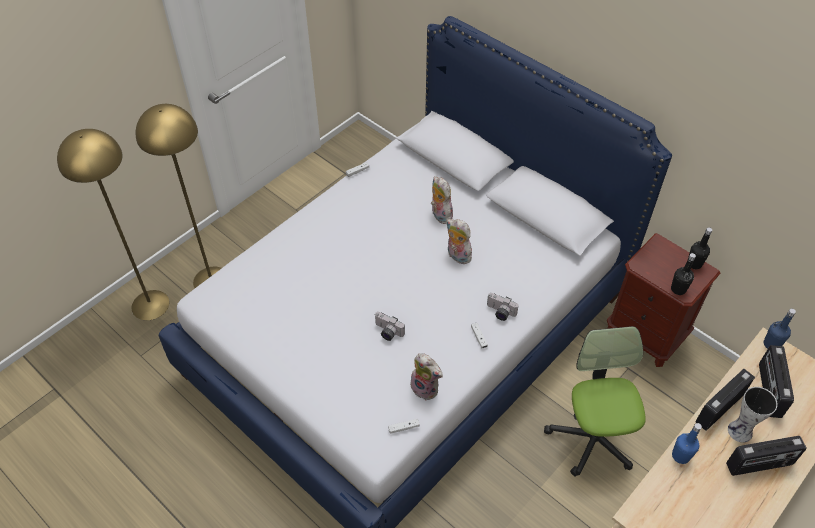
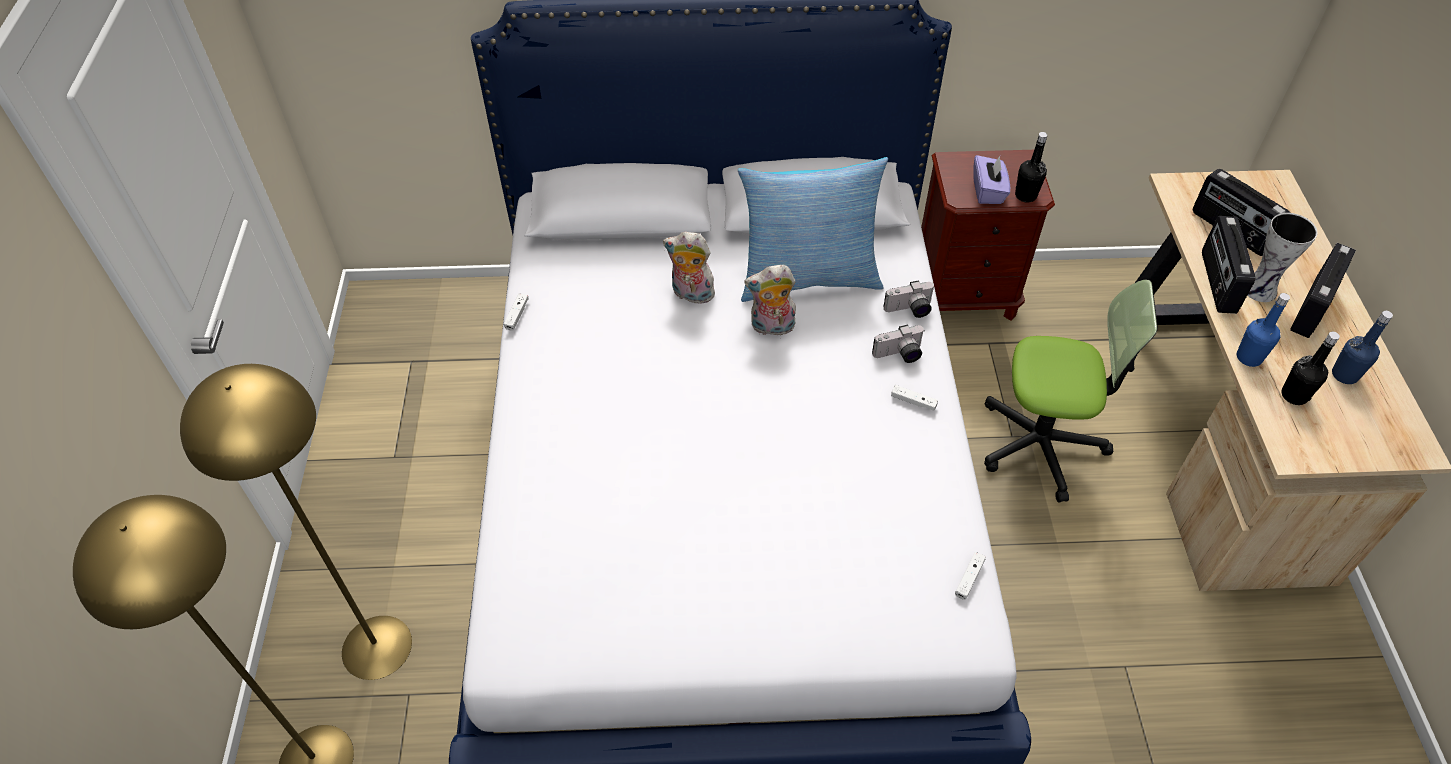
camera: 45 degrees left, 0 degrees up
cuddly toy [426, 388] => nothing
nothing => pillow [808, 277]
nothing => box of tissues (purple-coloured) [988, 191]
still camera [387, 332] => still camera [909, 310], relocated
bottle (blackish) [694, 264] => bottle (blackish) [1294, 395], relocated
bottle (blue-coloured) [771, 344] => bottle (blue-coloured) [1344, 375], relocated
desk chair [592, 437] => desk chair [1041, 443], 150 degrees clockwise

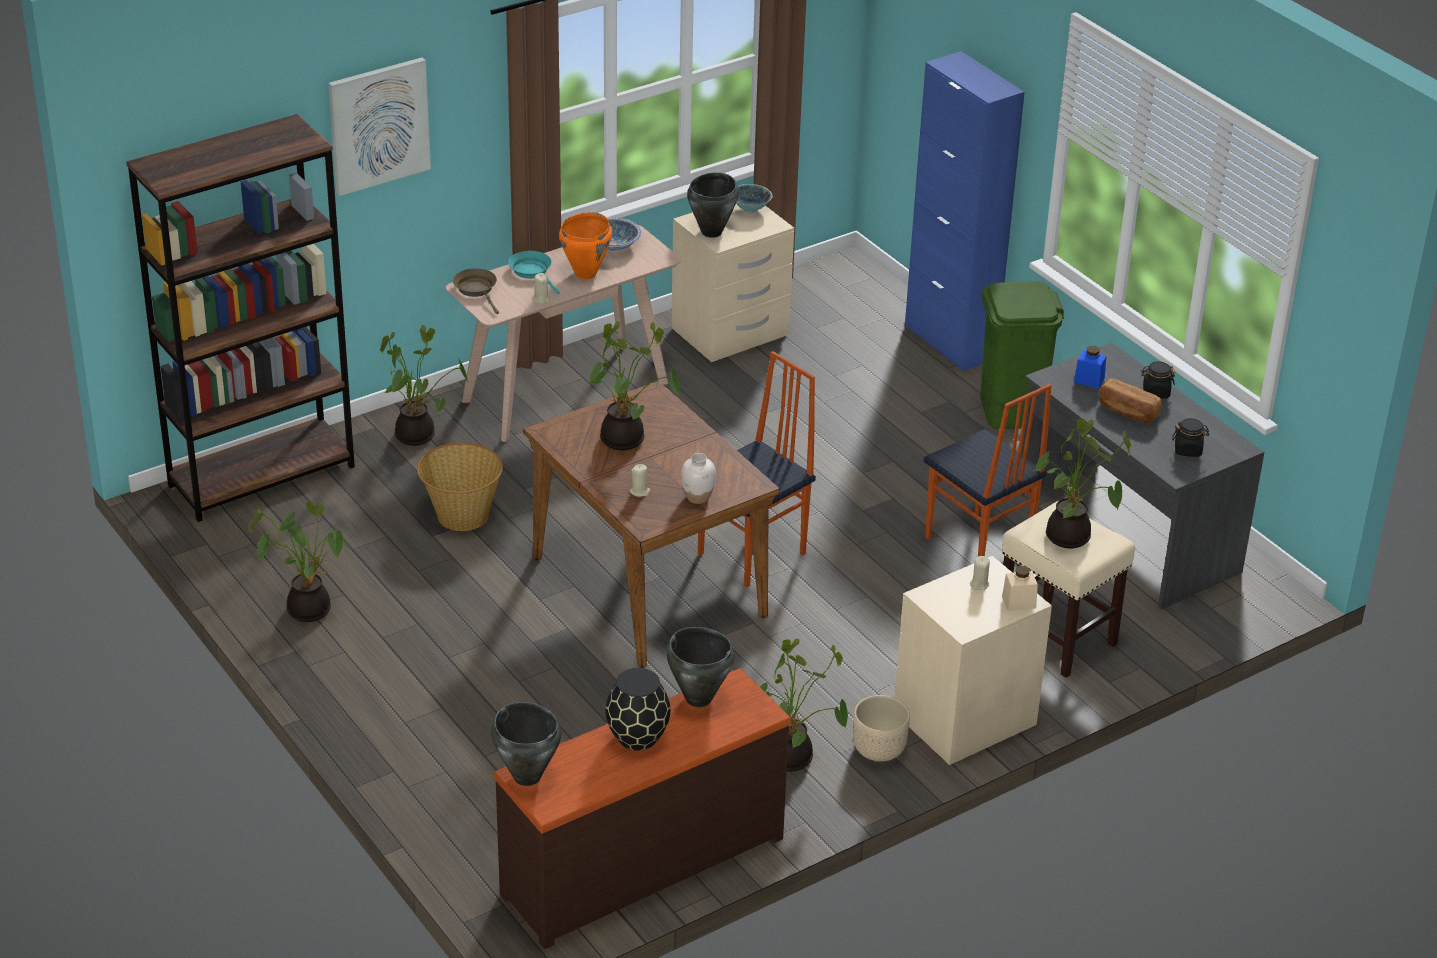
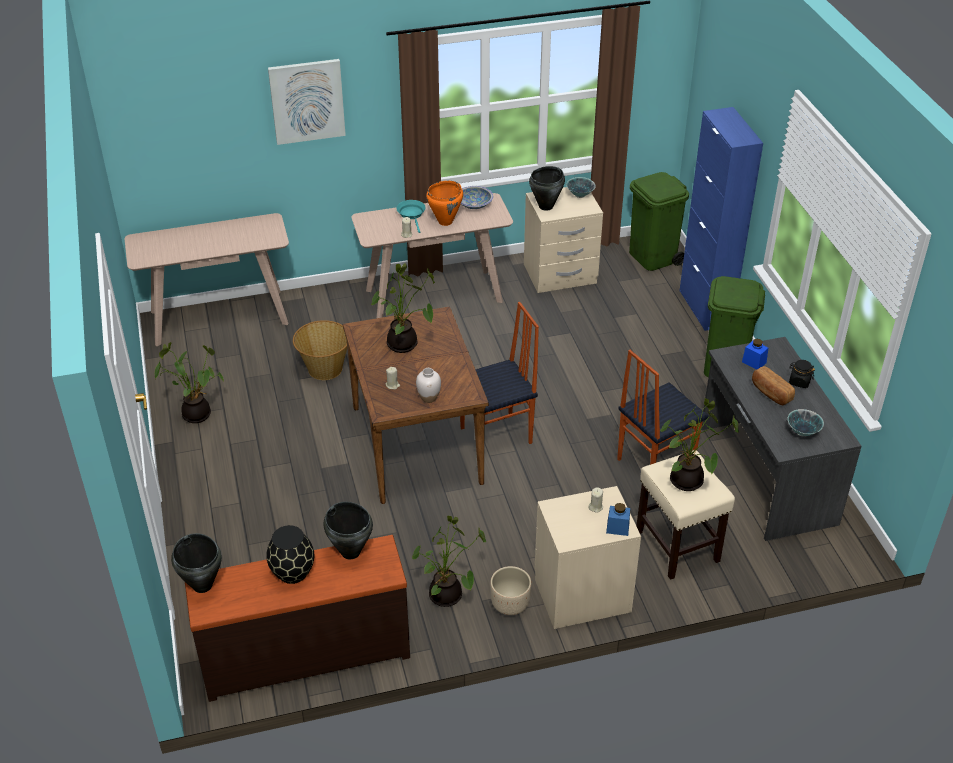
camera: 20 degrees right, 5 degrees up
plant in a pot [418, 435] => nothing
frying pan (brown) [477, 290] => nothing
nothing => rubbish bin (greenish) [653, 257]
bookcase (brown) [262, 476] => console table (beige-coloured) [219, 317]
preserve jar (blackish) [1188, 450] => bowl [802, 432]
preserve jar (beige-coloured) [1019, 602] => preserve jar (blue-coloured) [617, 528]
chair [977, 545] => chair [654, 462], 75 degrees clockwise

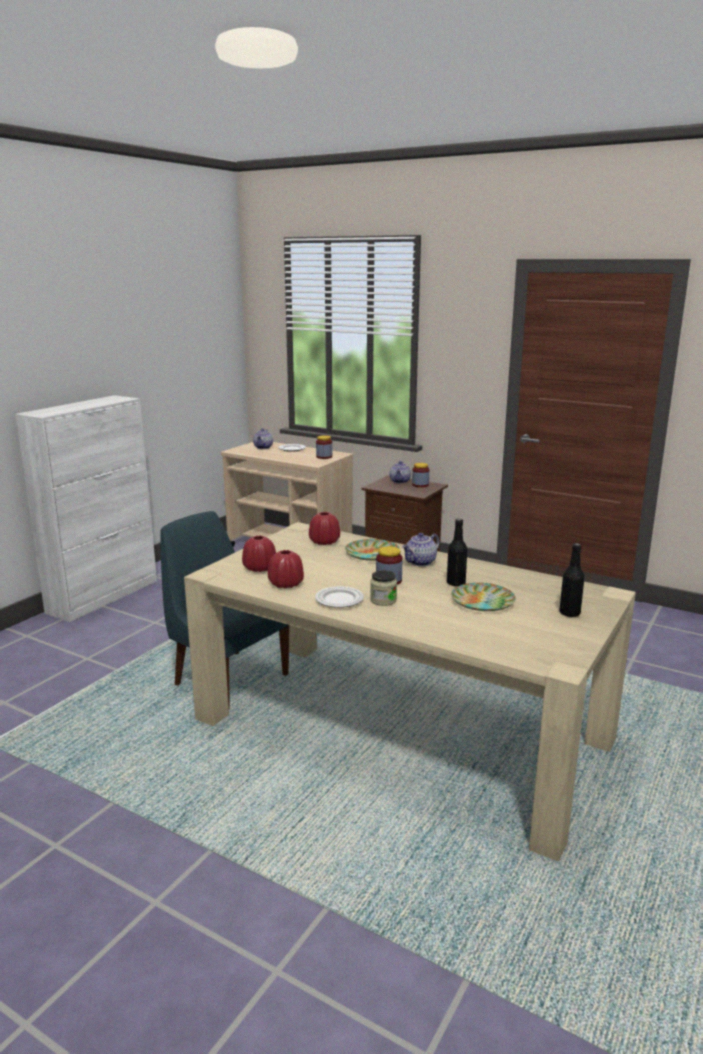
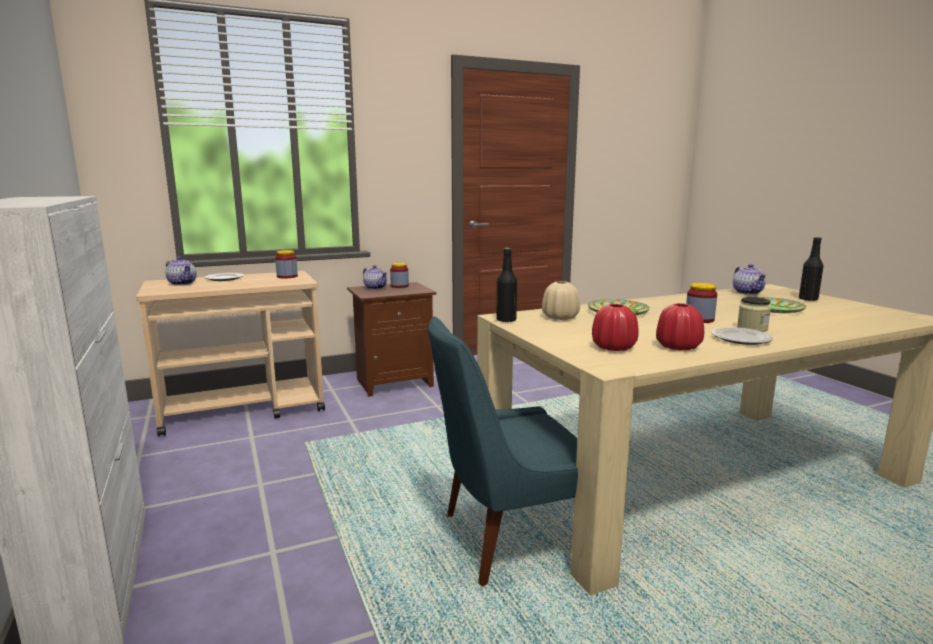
camera: 55 degrees left, 5 degrees down
tea pot [420, 562] => tea pot [748, 293], relocated
bottle (blackish) [456, 583] => bottle (blackish) [506, 320], relocated
decorative vase (reddish) [324, 542] => decorative vase (beige-coloured) [560, 317]

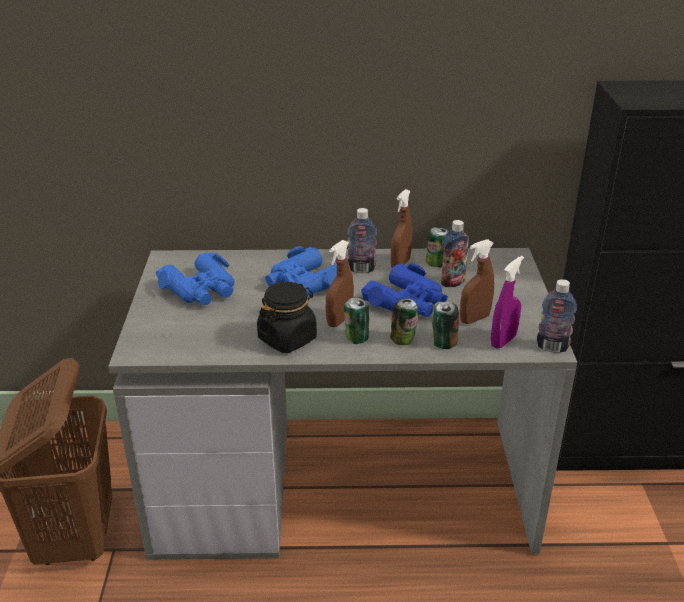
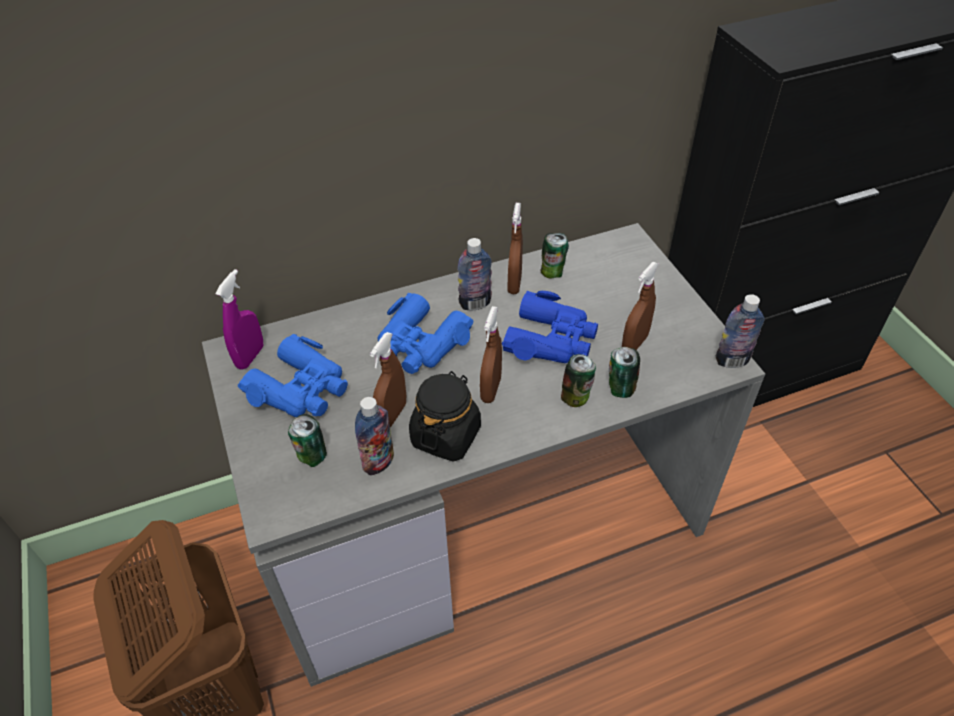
camera: 20 degrees left, 15 degrees up
nothing => spray bottle (brown) [392, 415]
sealed can [356, 338] => sealed can [312, 457], relocated
bottle [452, 282] => bottle [378, 462], relocated
spray bottle (purple-coloured) [503, 341] => spray bottle (purple-coloured) [250, 356], relocated

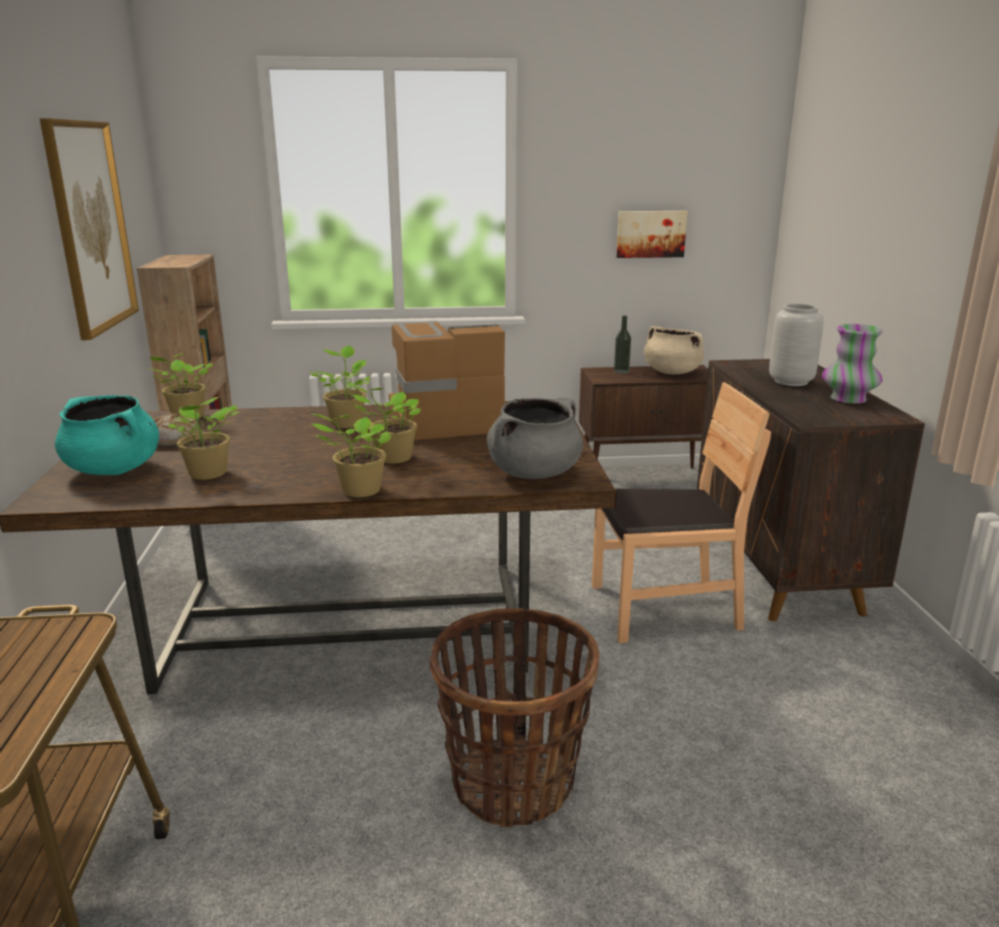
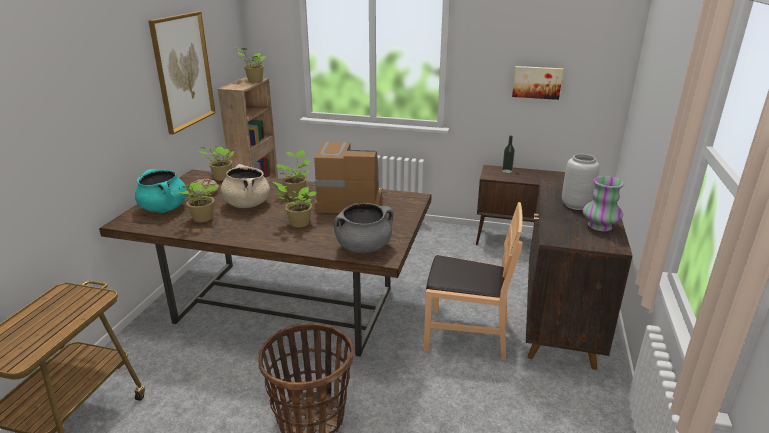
camera: 20 degrees right, 5 degrees up
plant in a pot [358, 491] => plant in a pot [254, 80], relocated
cooking pot (beige-coloured) [671, 372] => cooking pot (beige-coloured) [247, 204], relocated

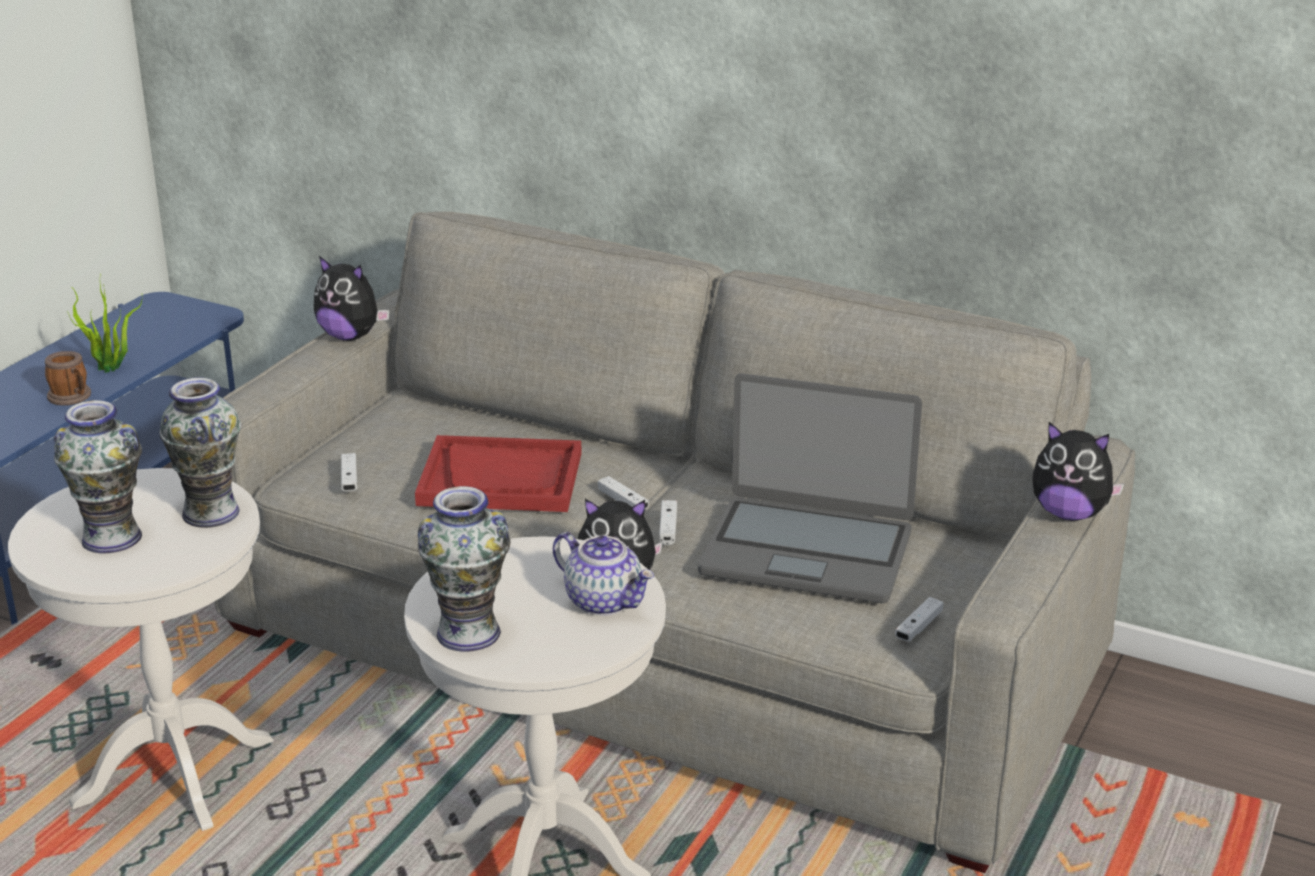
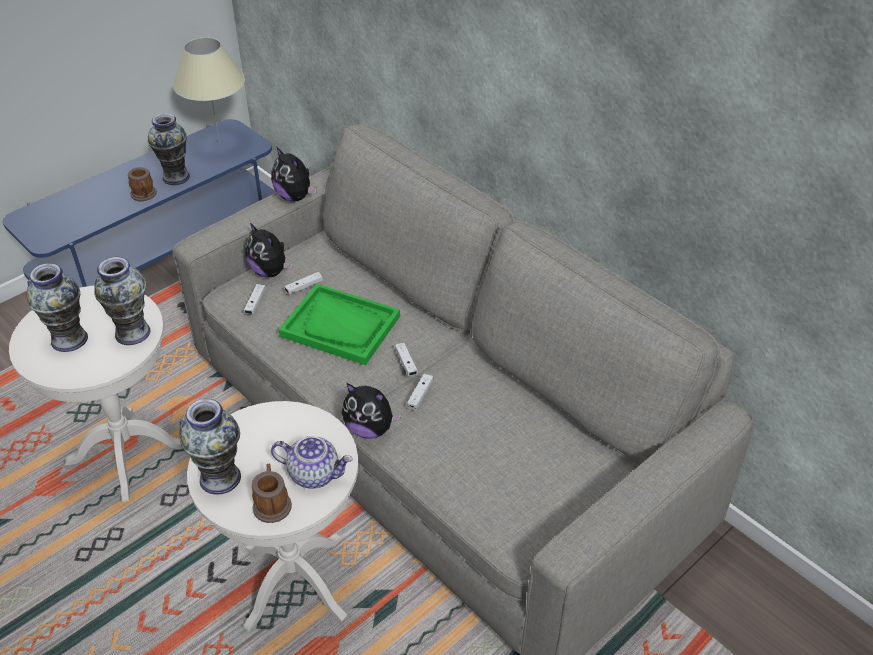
camera: 20 degrees right, 15 degrees up
portable computer [807, 551] => nothing
nothing => lamp for a table (beige-coloured) [219, 144]
nothing => tea mug [272, 503]
gamepad (white) [918, 627] => gamepad (white) [304, 287], relocated
cuddly toy [1070, 513] => cuddly toy [270, 271], relocated
plant in a pot [111, 369] => decorative vase [176, 177]
tray (reddish) [501, 478] => tray (greenish) [341, 326]
tea pot [604, 601] => tea pot [315, 474], 45 degrees counterclockwise

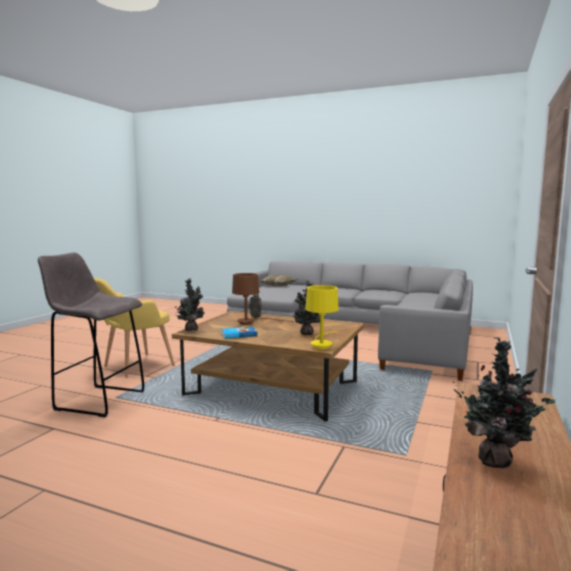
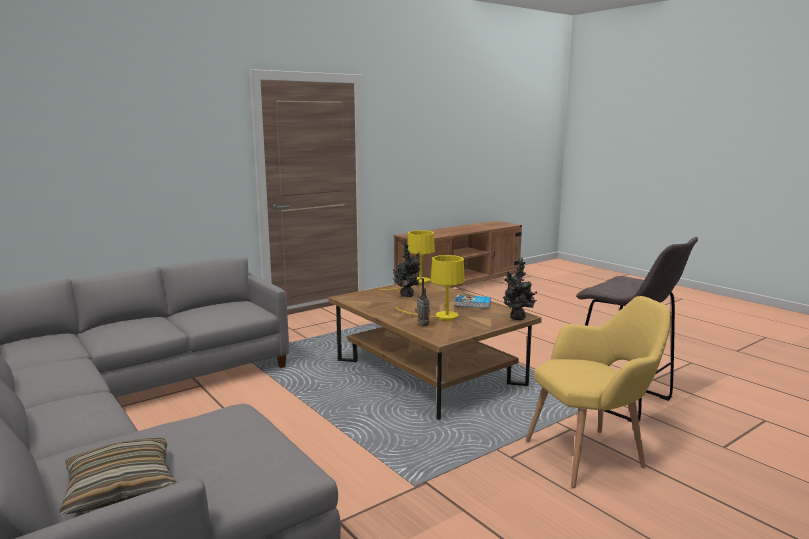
camera: 150 degrees left, 5 degrees up
plant in a pot [497, 461] => nothing
lamp for a table (brown) [251, 323] => lamp for a table (yellow) [439, 318]

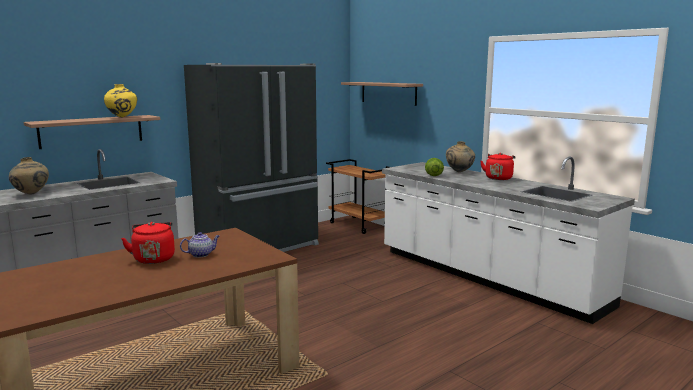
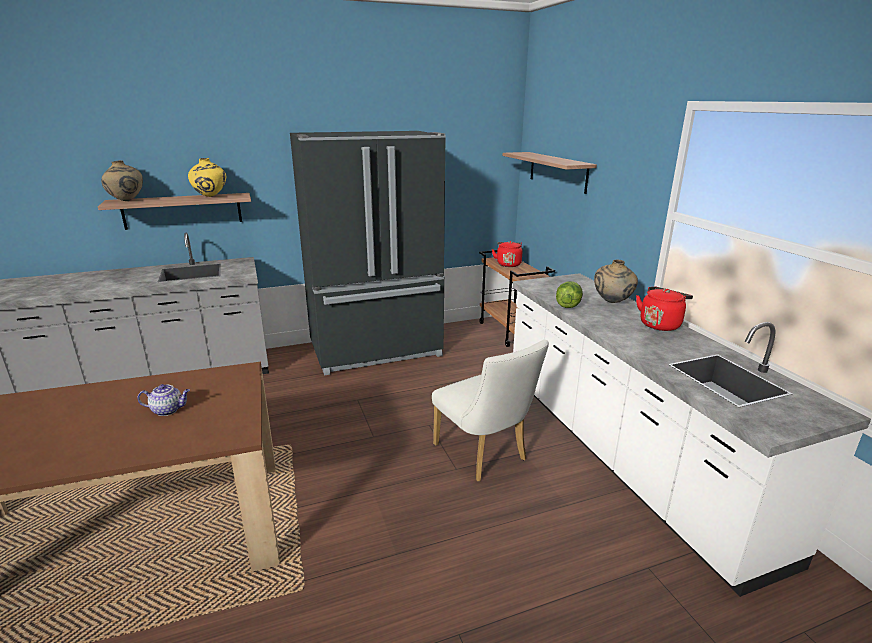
camera: 20 degrees right, 10 degrees up
nothing => chair (white) [484, 455]
decorative vase (beige-coloured) [31, 194] => decorative vase (beige-coloured) [127, 201], relocated
tea kettle (reddish) [153, 258] => tea kettle (reddish) [508, 264], relocated

